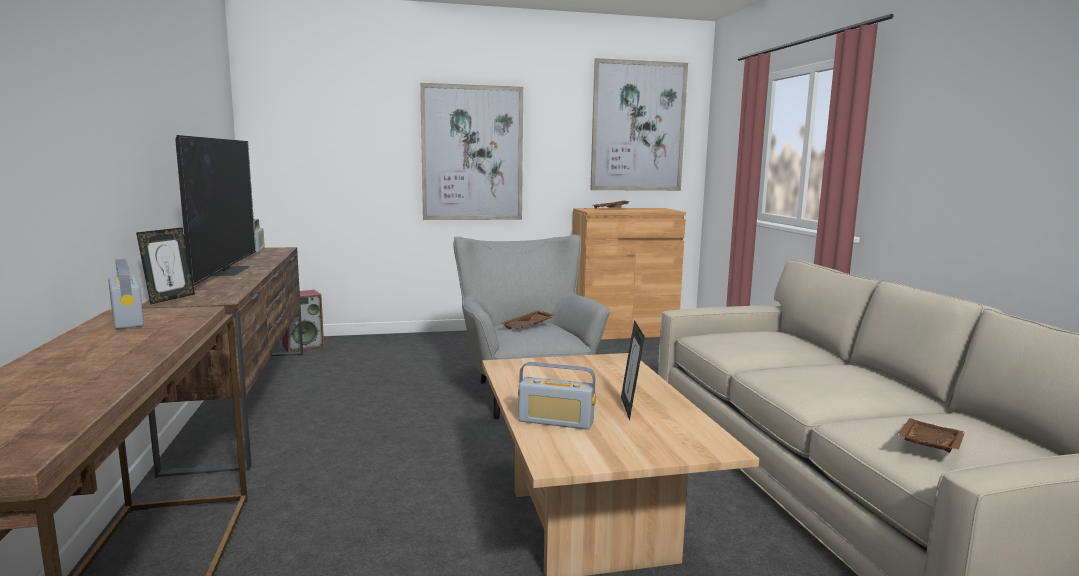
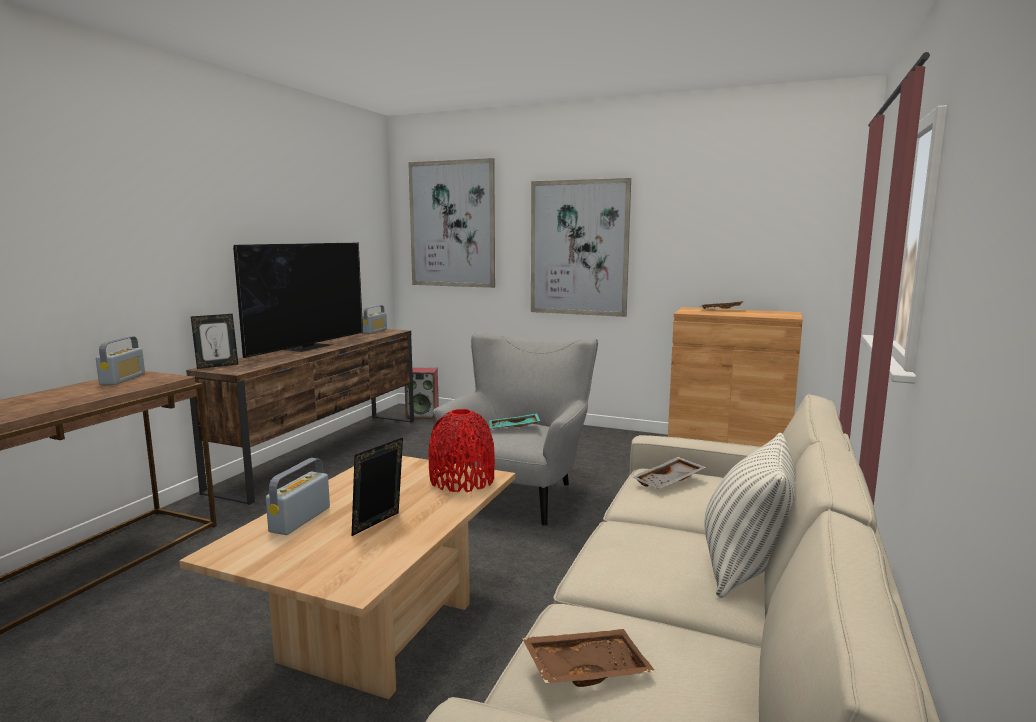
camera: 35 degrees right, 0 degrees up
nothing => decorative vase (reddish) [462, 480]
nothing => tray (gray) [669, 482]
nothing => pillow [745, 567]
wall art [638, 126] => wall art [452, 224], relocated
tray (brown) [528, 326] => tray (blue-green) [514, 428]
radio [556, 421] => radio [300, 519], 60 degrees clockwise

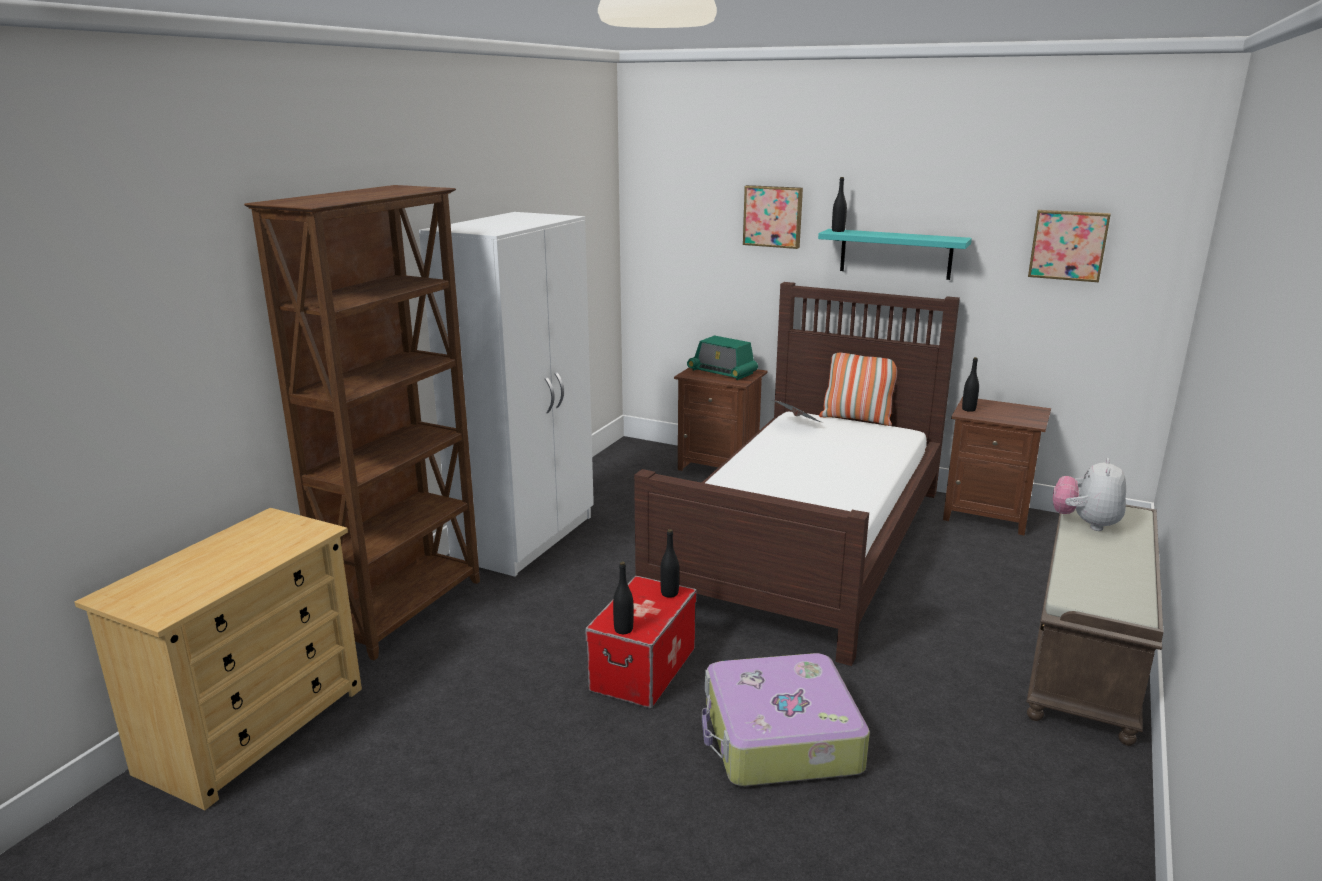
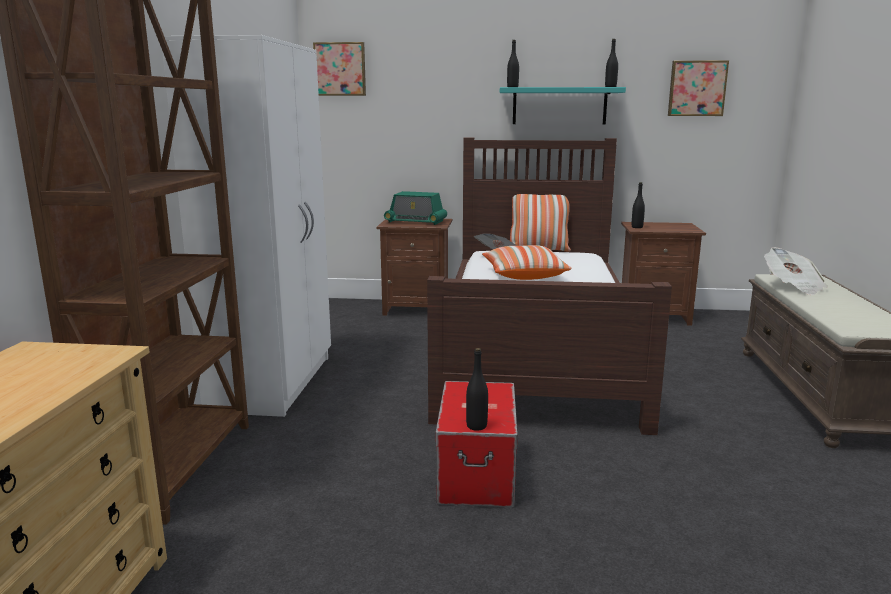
camera: 20 degrees left, 5 degrees down
suitcase [779, 738] => nothing
nothing => pillow [523, 275]
bottle (blackish) [669, 593] => bottle (blackish) [610, 87], relocated
wall art [773, 216] => wall art [340, 69], relocated
cuddly toy [1085, 524] => printed paper [793, 287]

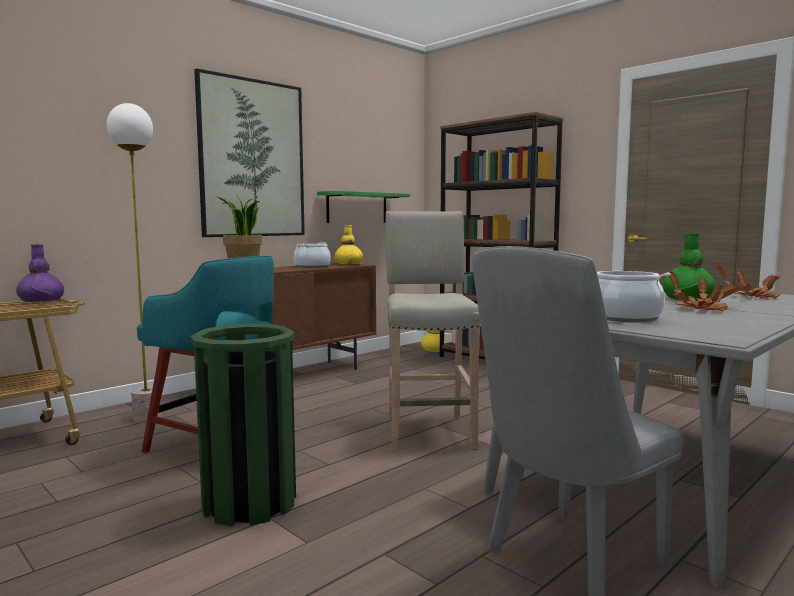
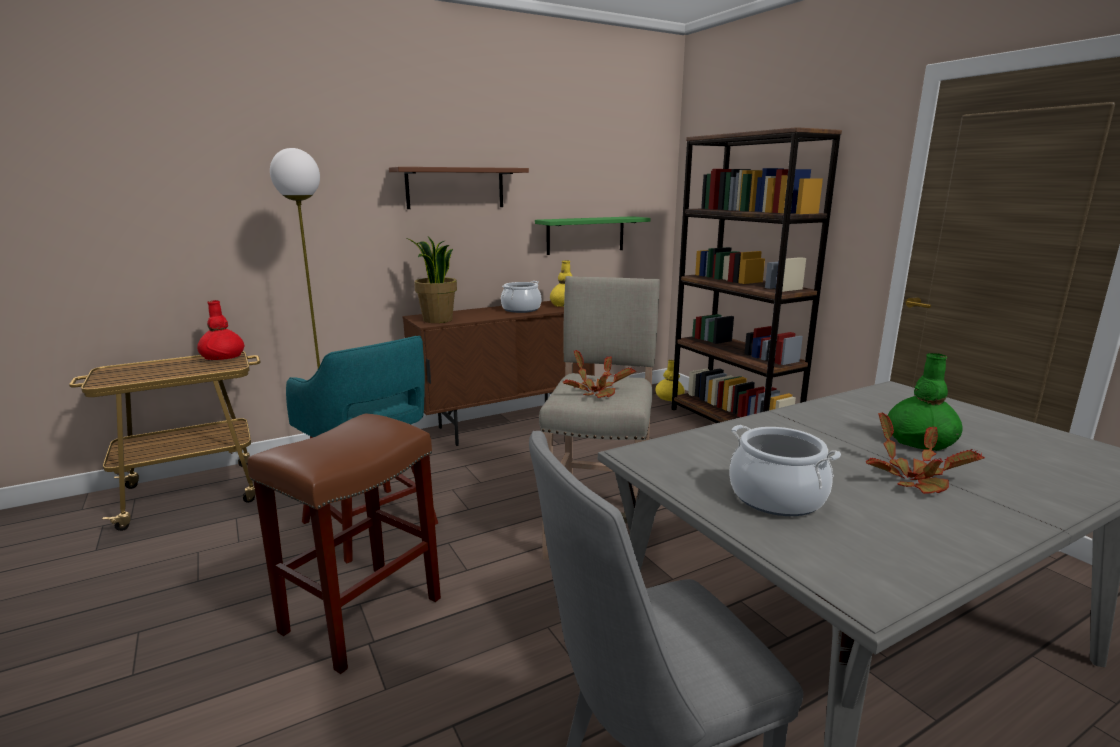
camera: 15 degrees right, 10 degrees up
plant in a pot [752, 296] => plant in a pot [596, 391], relocated
rubbish bin (greenish) [249, 503] => stool (brown) [361, 616]
wall art [252, 159] => shelf (brown) [455, 188]
decorative vase (purple-coloured) [41, 301] => decorative vase (reddish) [222, 357]

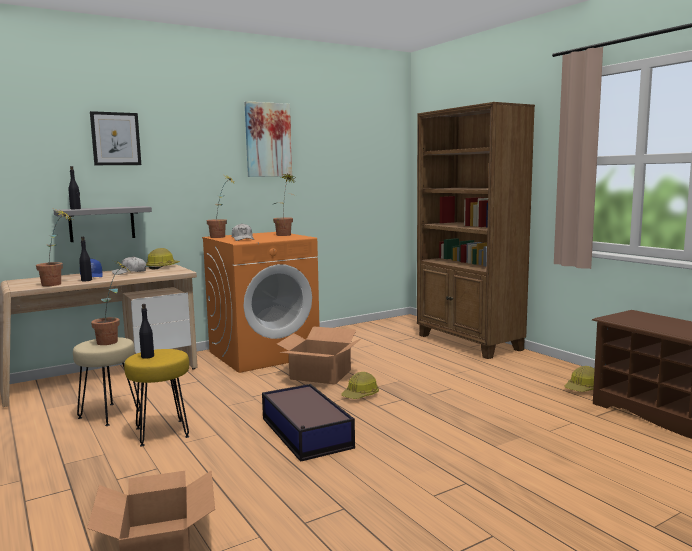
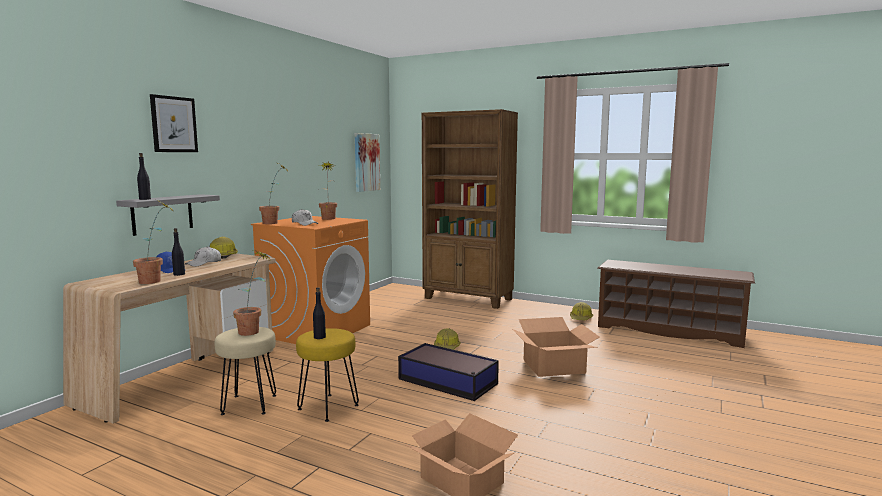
camera: 30 degrees left, 0 degrees up
wall art [268, 140] => wall art [366, 162], relocated
carton [320, 375] => carton [554, 366], relocated

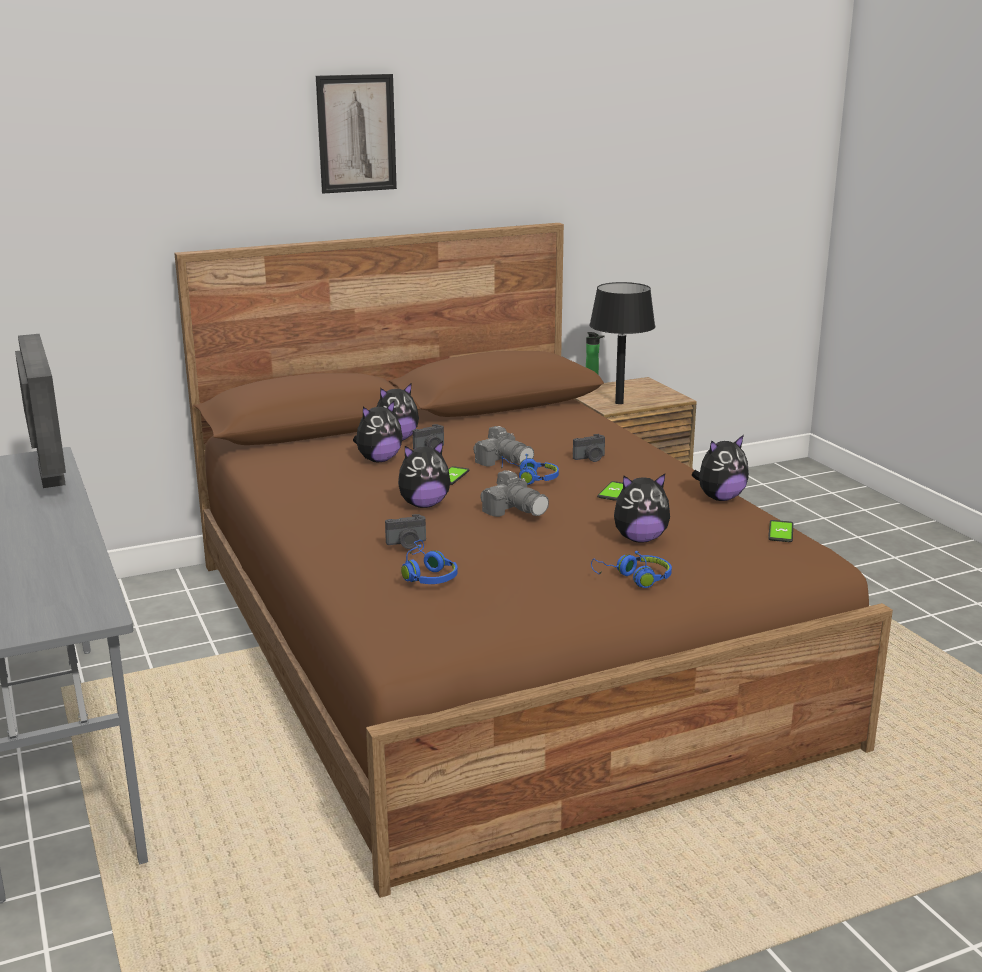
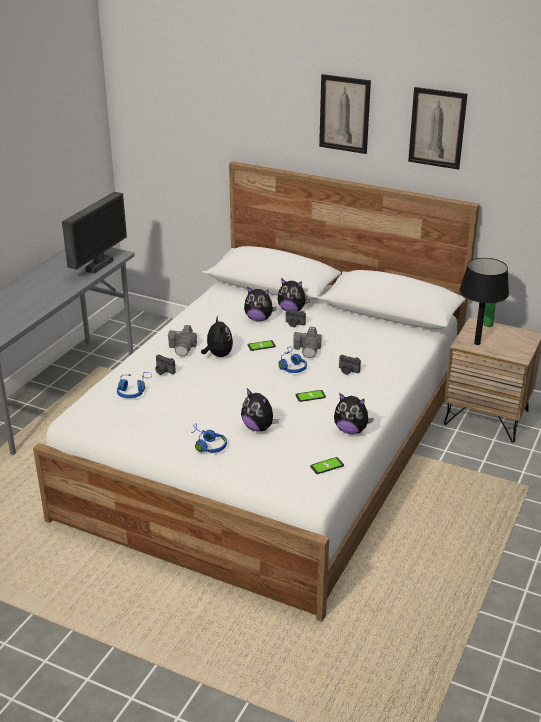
camera: 50 degrees right, 10 degrees up
nothing => wall art [437, 128]
still camera [515, 510] => still camera [183, 348], relocated
sleeping bed (brown) [492, 644] => sleeping bed (white) [272, 450]
cuddly toy [424, 505] => cuddly toy [218, 355], 135 degrees counterclockwise

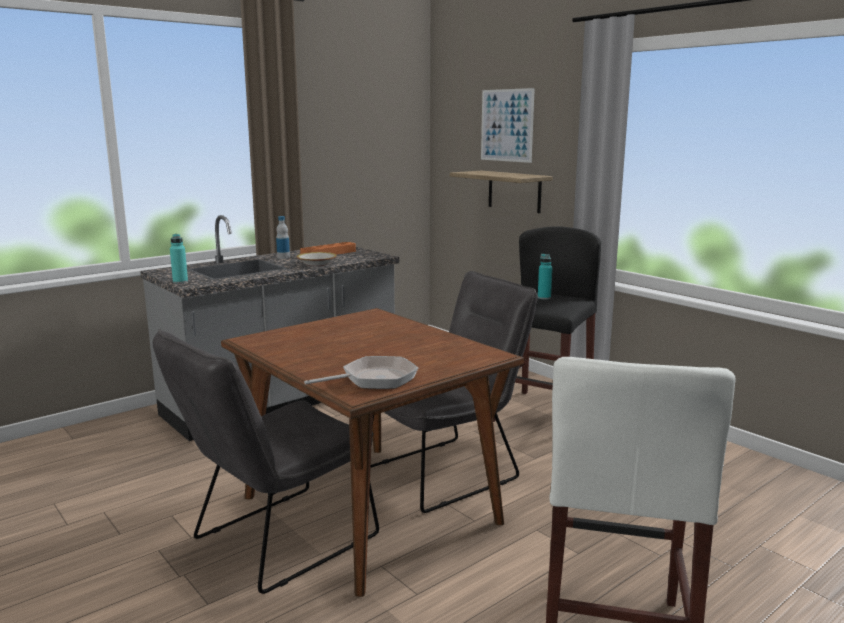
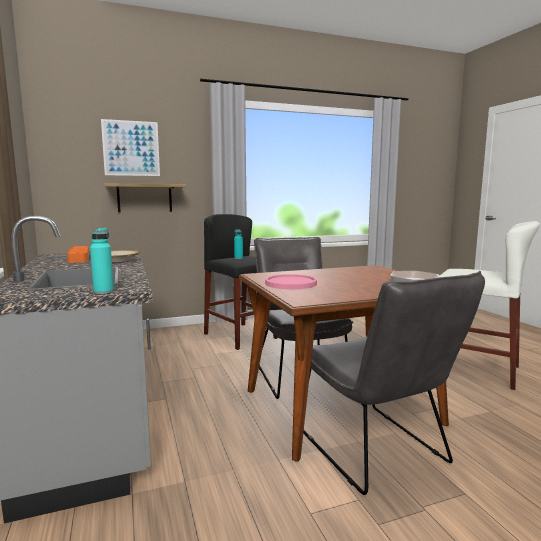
camera: 70 degrees left, 5 degrees down
bottle [283, 257] => nothing
nothing => plate (pinkish) [291, 283]

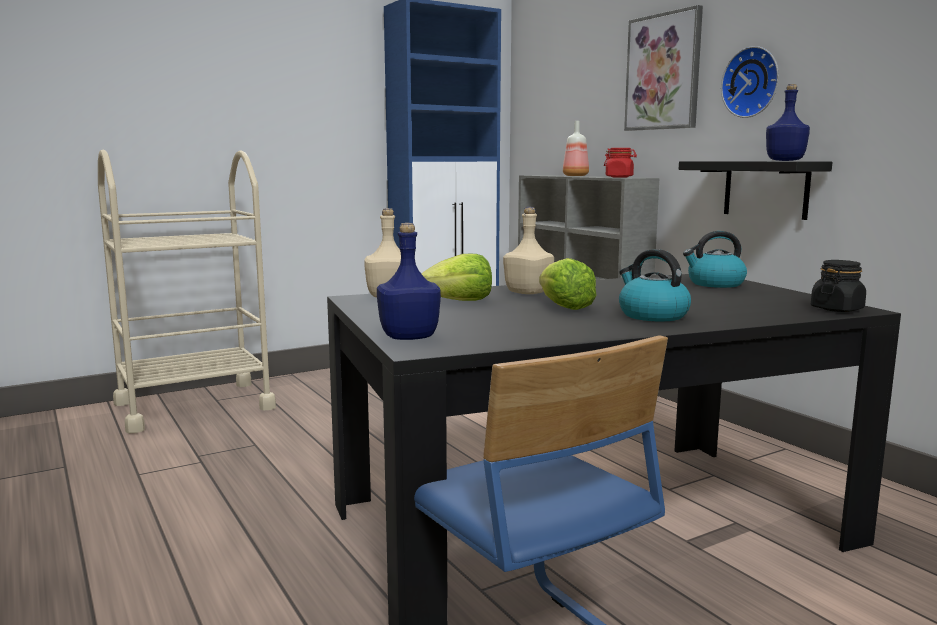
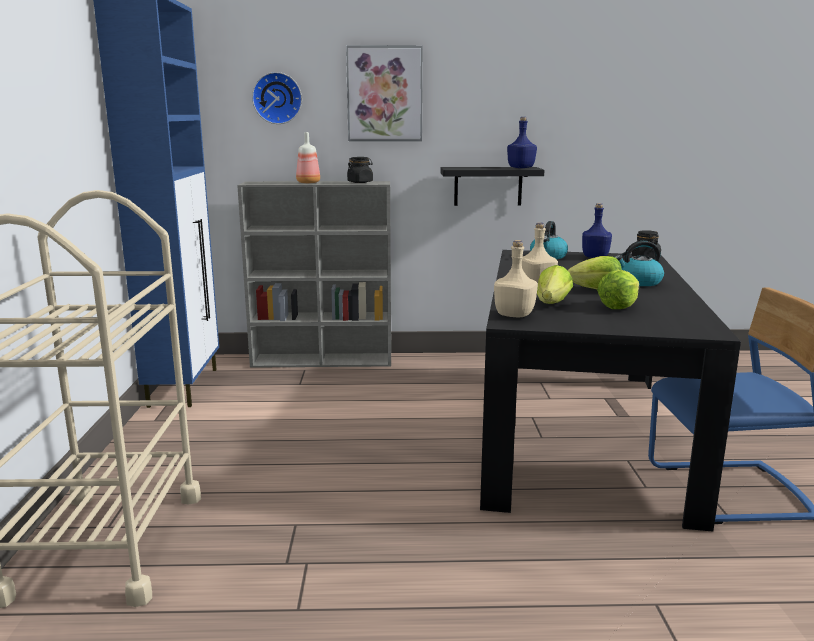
camera: 60 degrees left, 5 degrees up
nothing => lettuce head [619, 306]
bottle (blue-coloured) [410, 337] => bottle (blue-coloured) [595, 257], relocated
clock on the wall [752, 82] => clock on the wall [277, 98], relocated
preserve jar (reddish) [619, 177] => preserve jar (blackish) [360, 182]

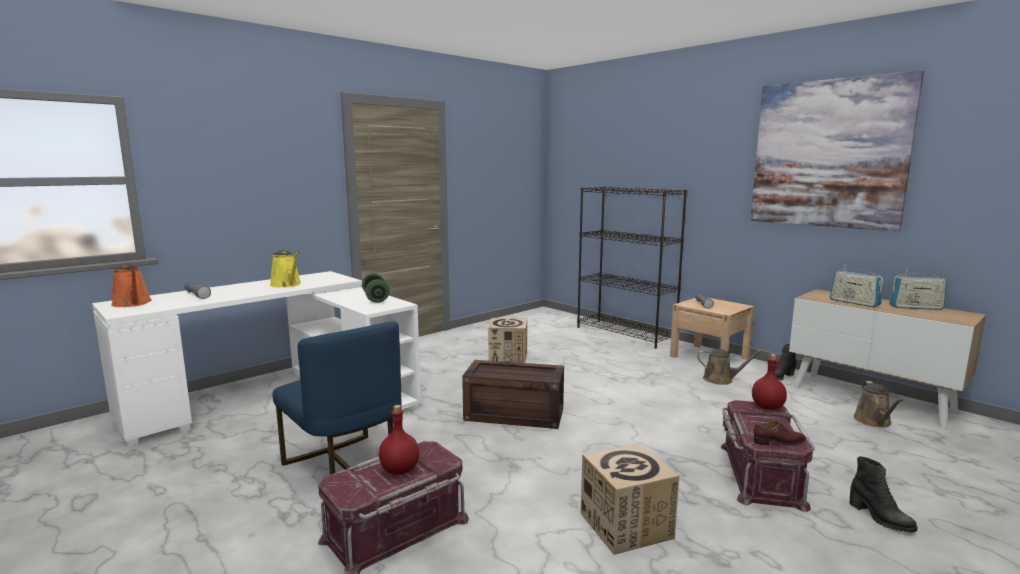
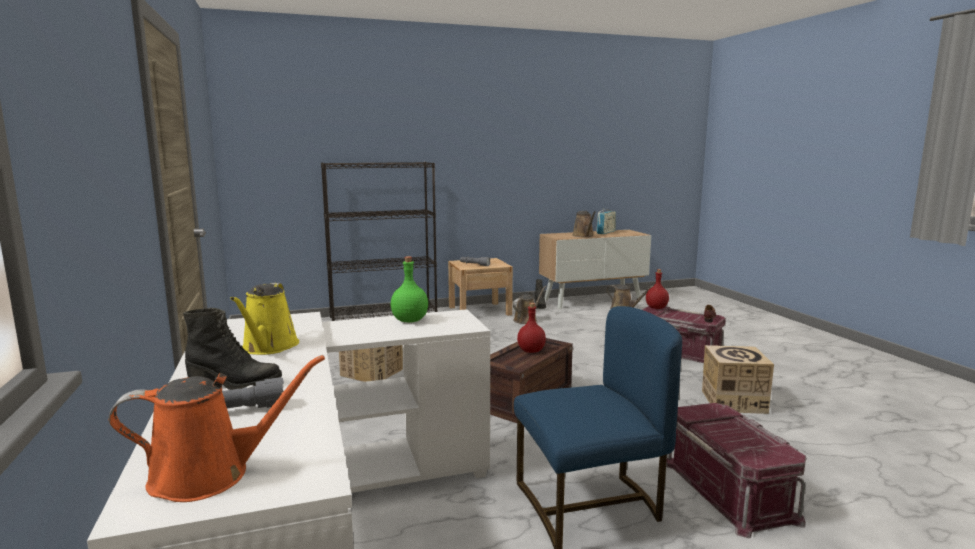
camera: 65 degrees left, 0 degrees up
wall art [828, 154] => nothing
bottle (reddish) [399, 470] => bottle (reddish) [531, 351], relocated
tall boot (blackish) [880, 518] => tall boot (blackish) [234, 385], relocated
hand weight (greenish) [375, 298] => bottle (greenish) [409, 321]
radio [854, 303] => watering pot (brown) [584, 236]
watering pot (yellow) [287, 285] => watering pot (yellow) [268, 347], 105 degrees clockwise

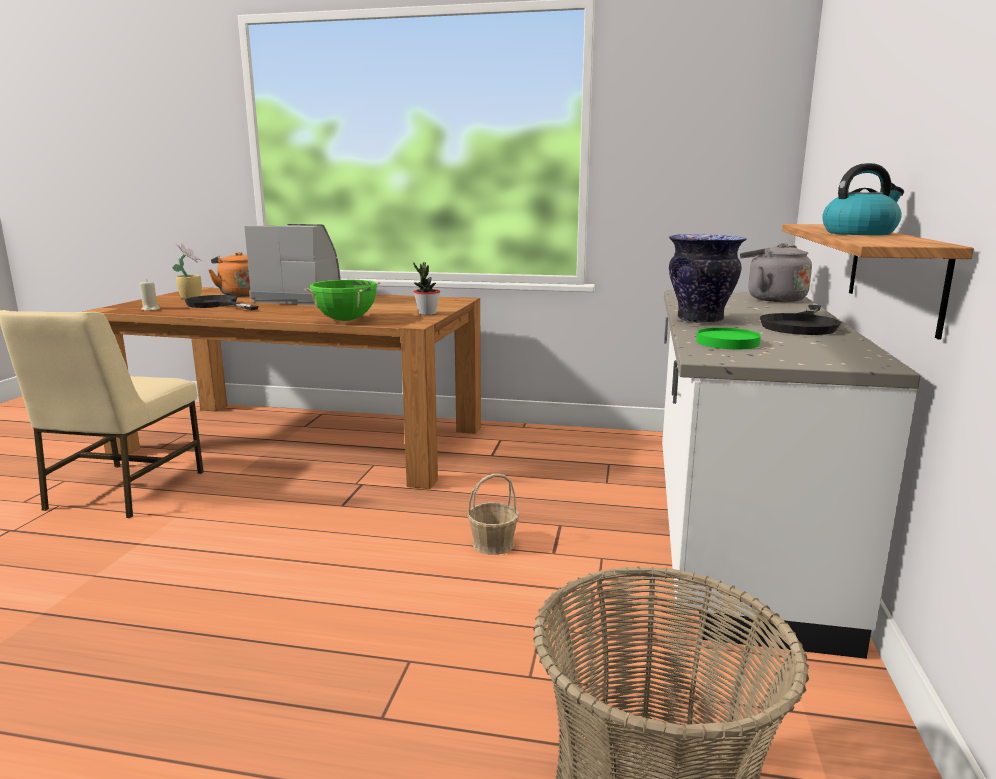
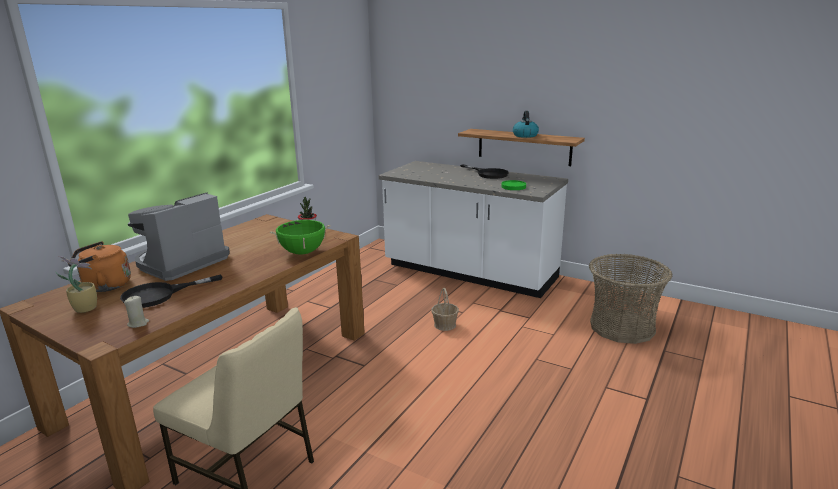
camera: 70 degrees left, 5 degrees up
decorative vase [701, 320] => nothing
tea kettle (gray) [772, 299] => nothing

